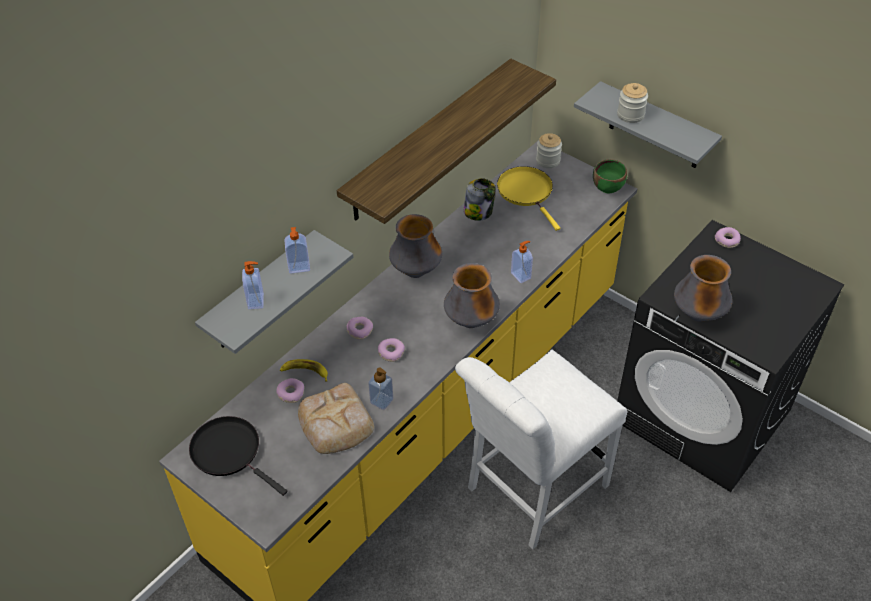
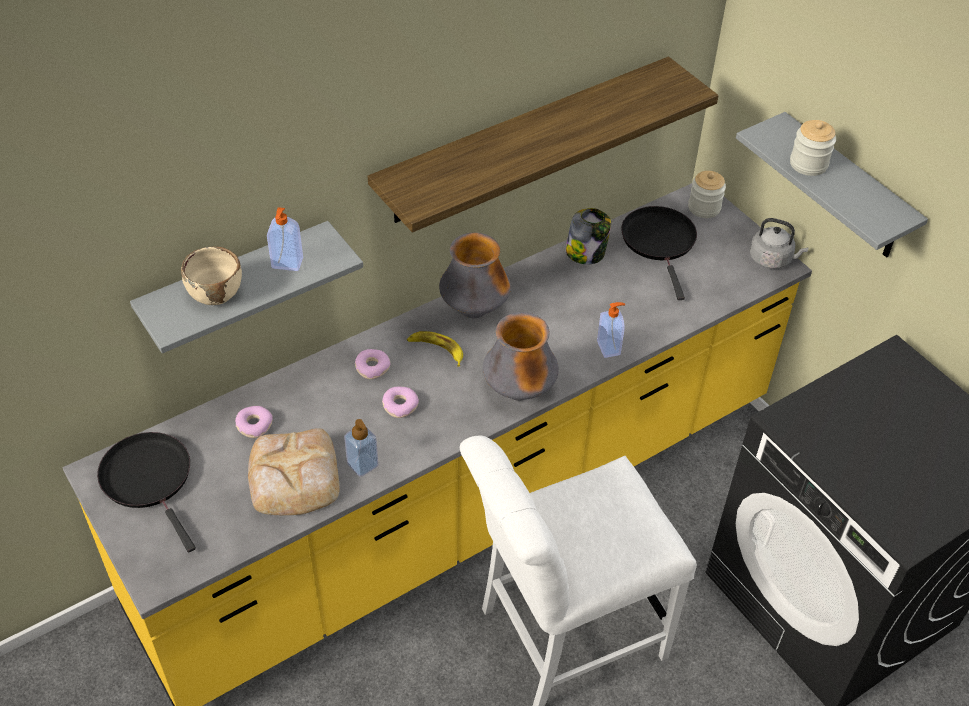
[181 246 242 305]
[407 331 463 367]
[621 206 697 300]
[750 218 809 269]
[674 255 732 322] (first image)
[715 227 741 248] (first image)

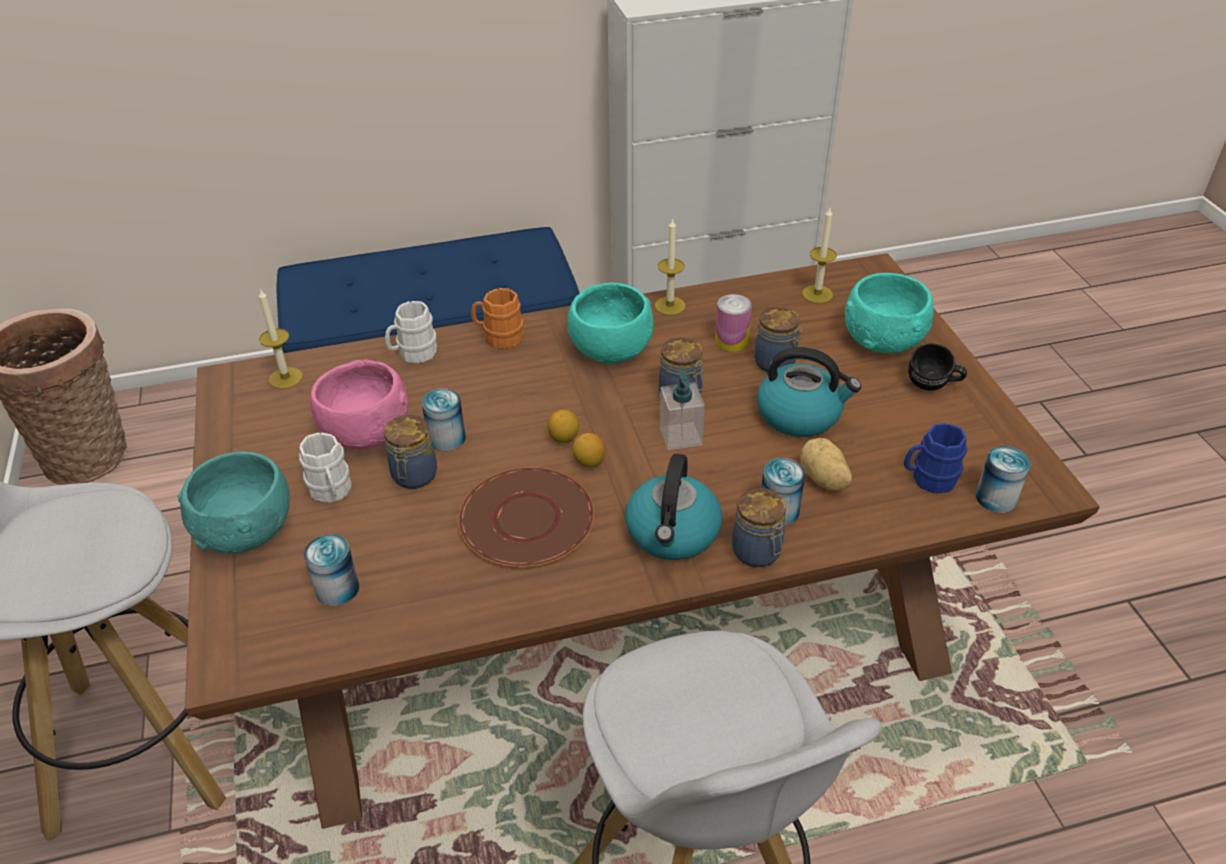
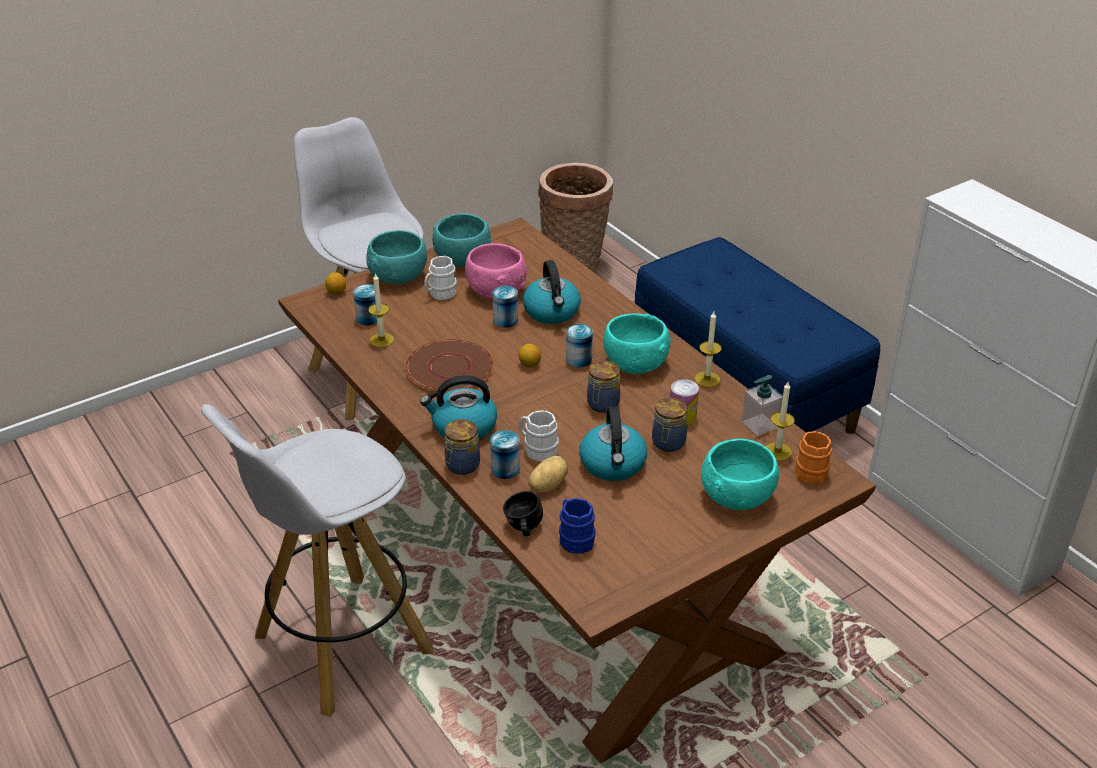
[325 272 346 295]
[368 273 394 347]
[432 213 491 267]
[503 491 543 536]
[519 410 559 462]
[523 260 581 324]
[566 324 593 368]
[742 375 783 436]
[795 431 832 484]
[384 415 437 489] (first image)

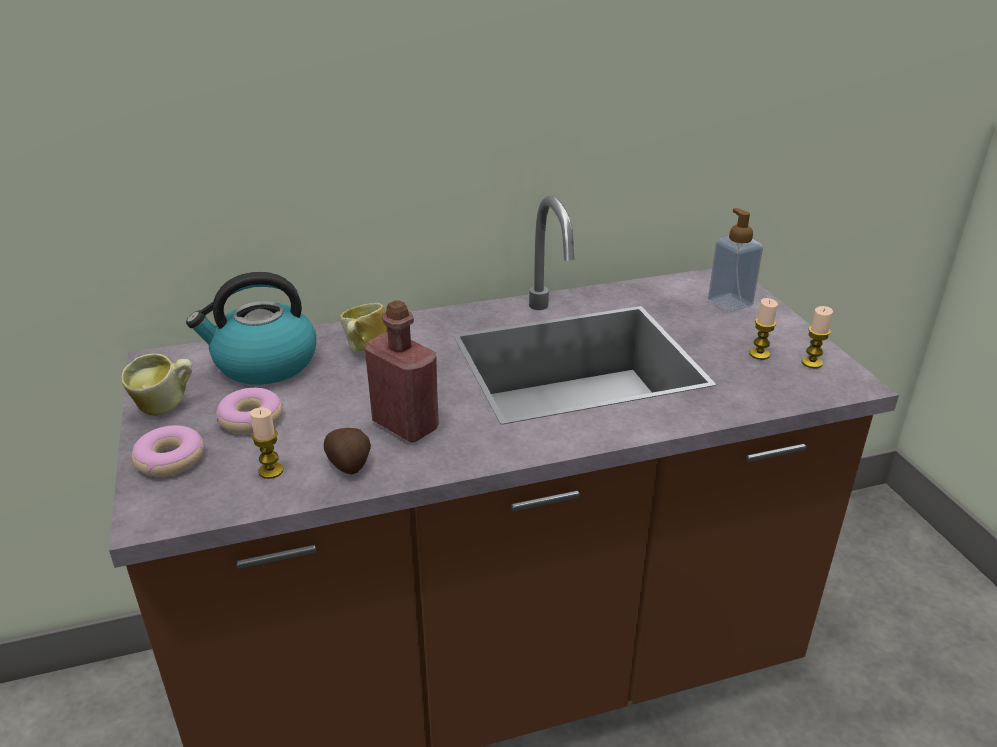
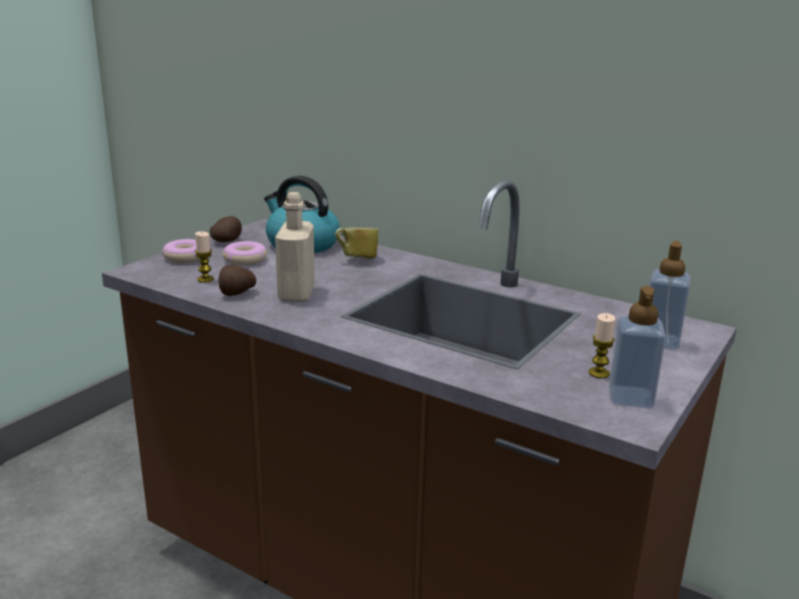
[210 216 242 242]
[275 192 315 302]
[609 286 666 409]

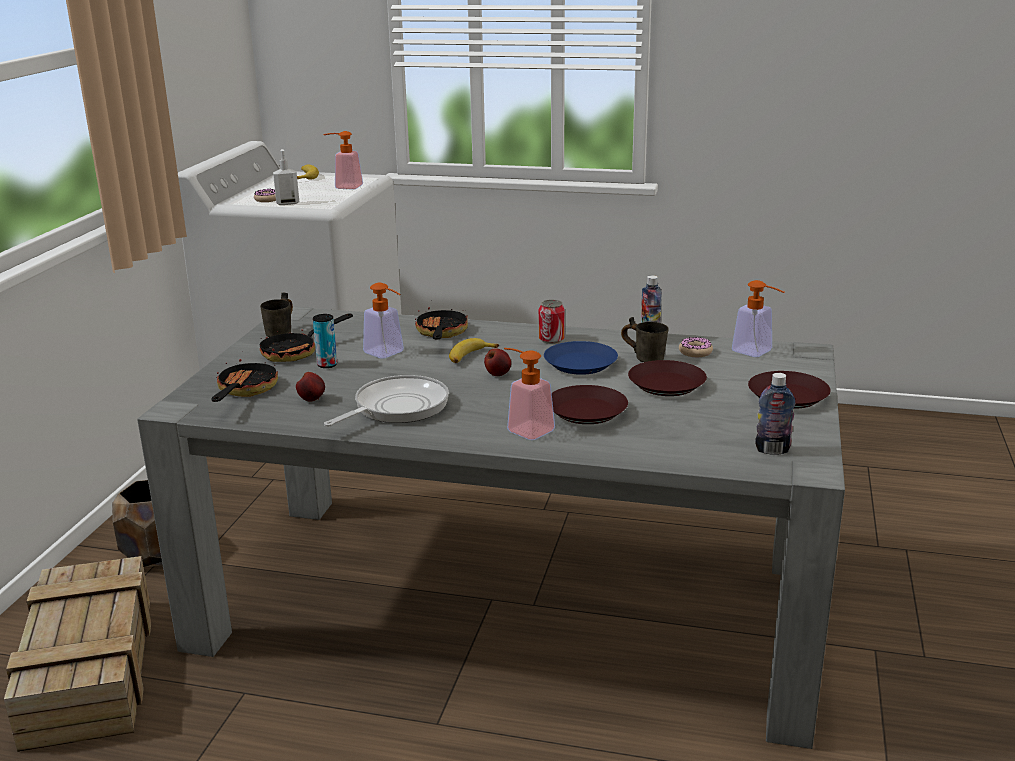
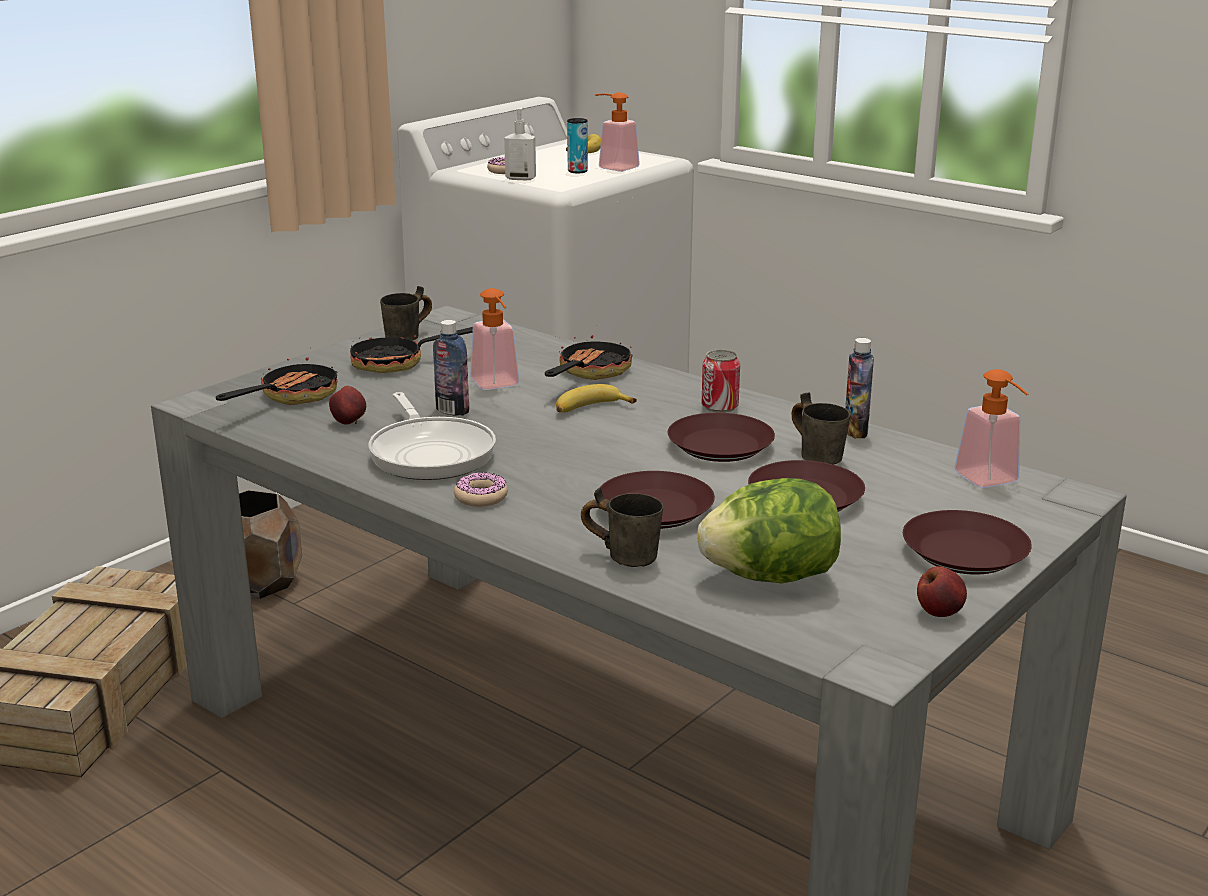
[368 392 496 480]
[433 320 469 416]
[454 472 508 507]
[567 118 588 173]
[581 487 663 567]
[668 413 775 462]
[697 478 841 583]
[917 566 967 617]
[504 348 555 440] (first image)

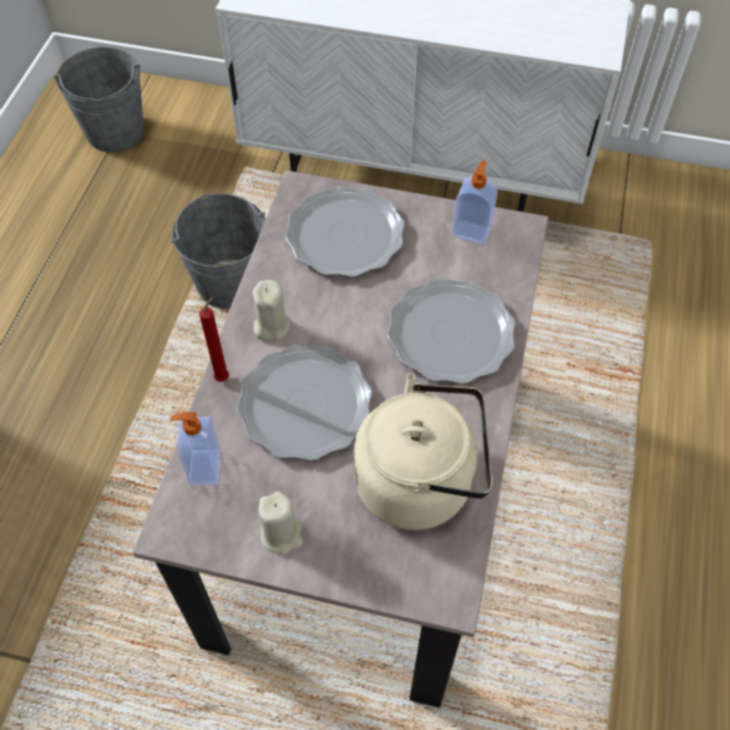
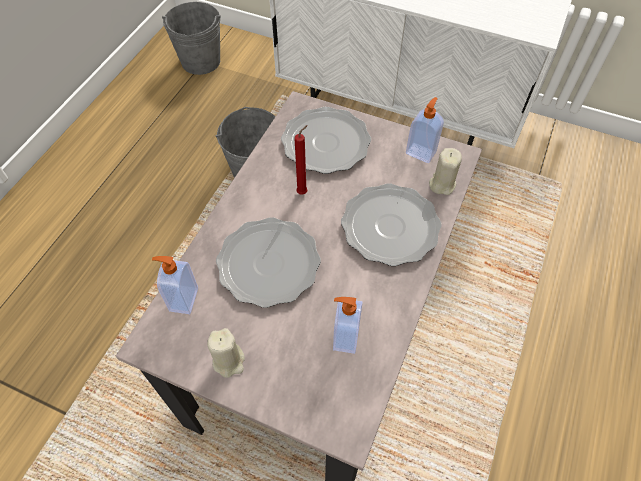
[294 125 308 195]
[333 297 363 354]
[429 148 462 195]

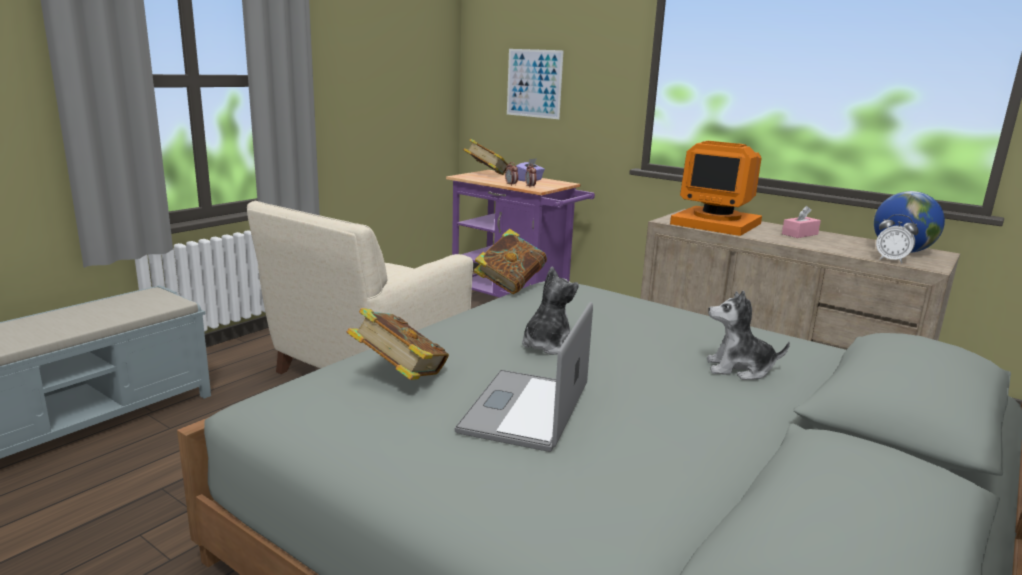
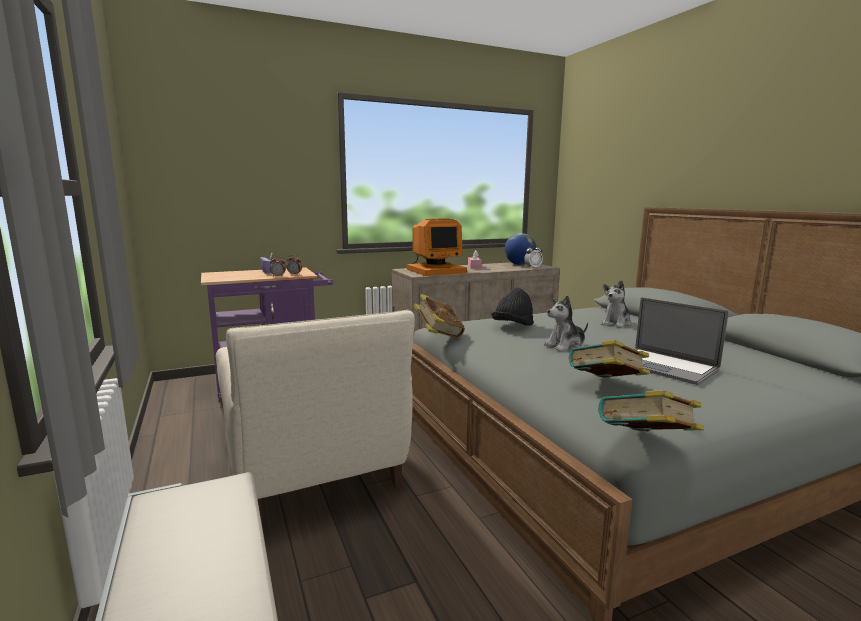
[491 288 534 326]
[544 295 588 351]
[598 390 704 432]
[507 49 564 119] (first image)

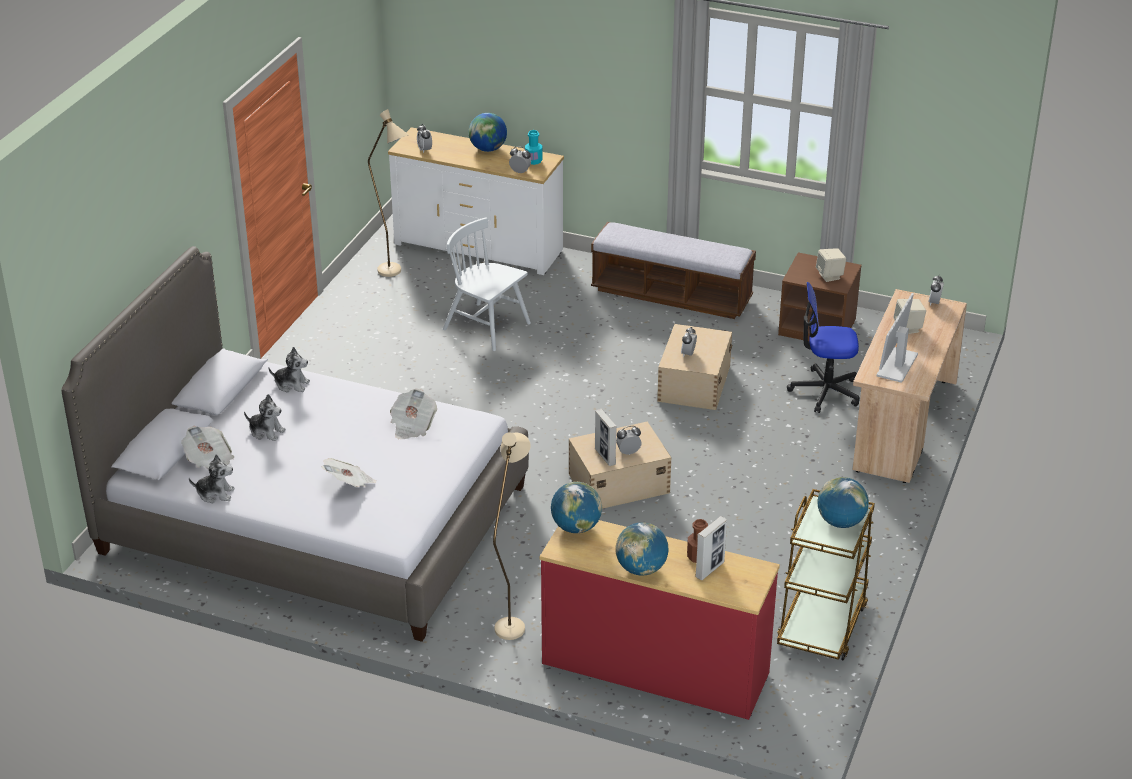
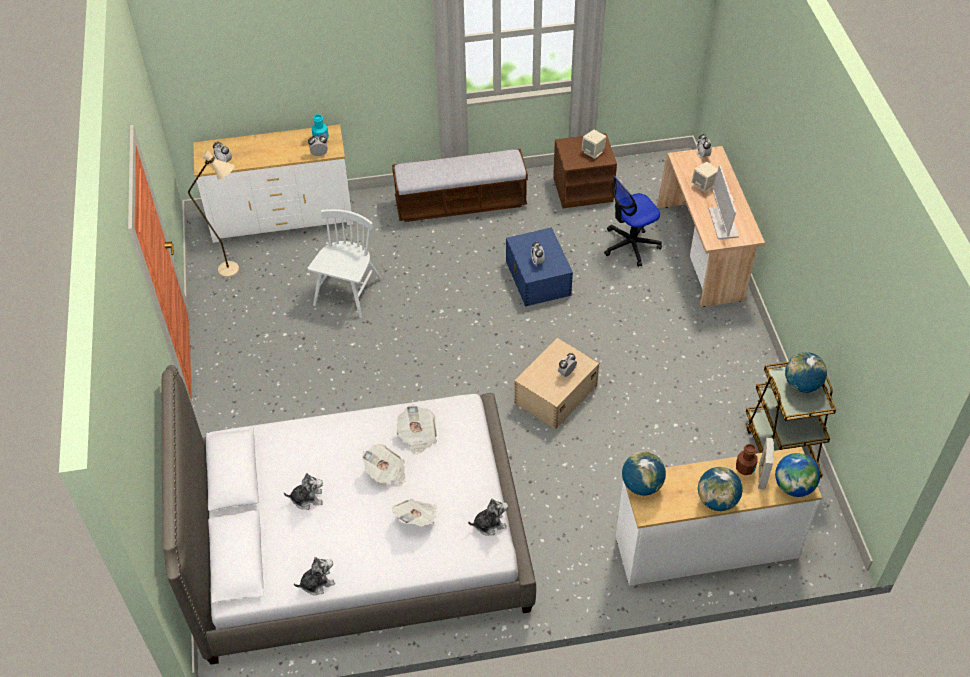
[307 209 382 318]
[362 444 406 485]
[468 498 508 536]
[506 228 573 307]
[616 447 822 586]
[775 453 820 497]
[493 432 531 640] (first image)
[595 409 617 466] (first image)

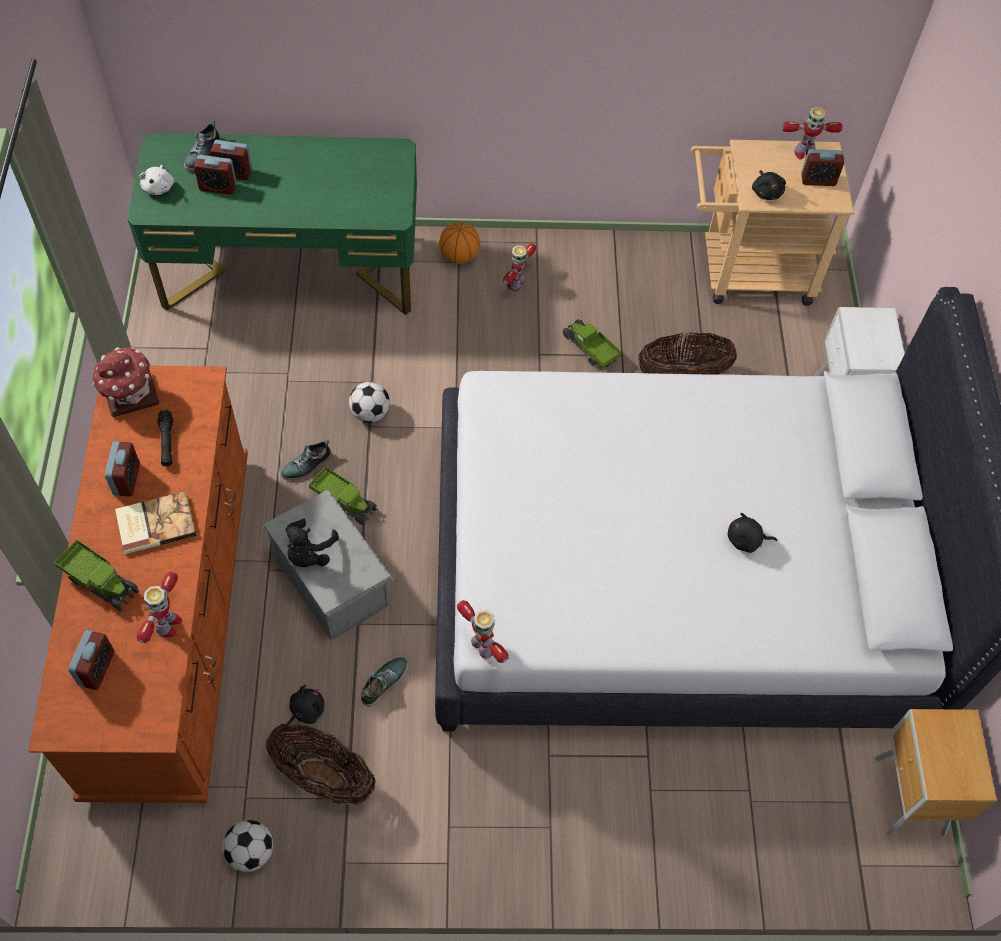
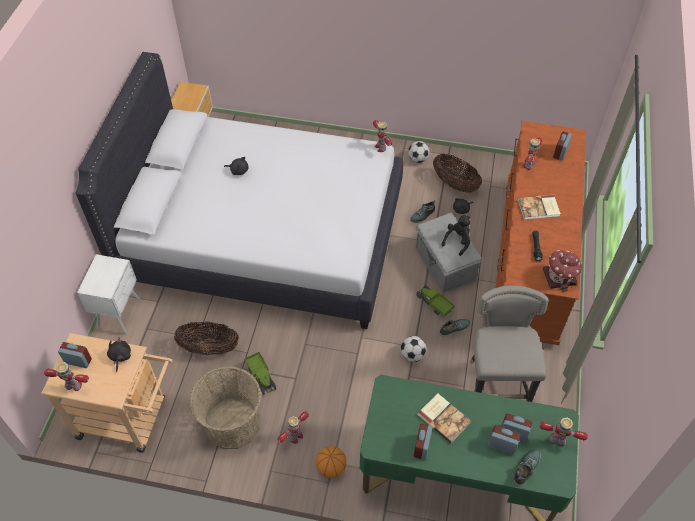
[190 366 261 449]
[408 141 430 163]
[414 424 433 460]
[417 393 471 444]
[470 285 549 402]
[539 417 588 446]
[54 539 140 611] (first image)

